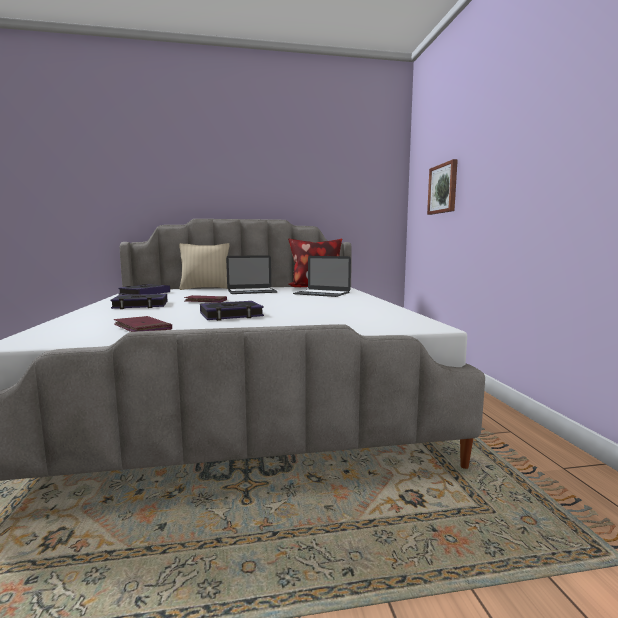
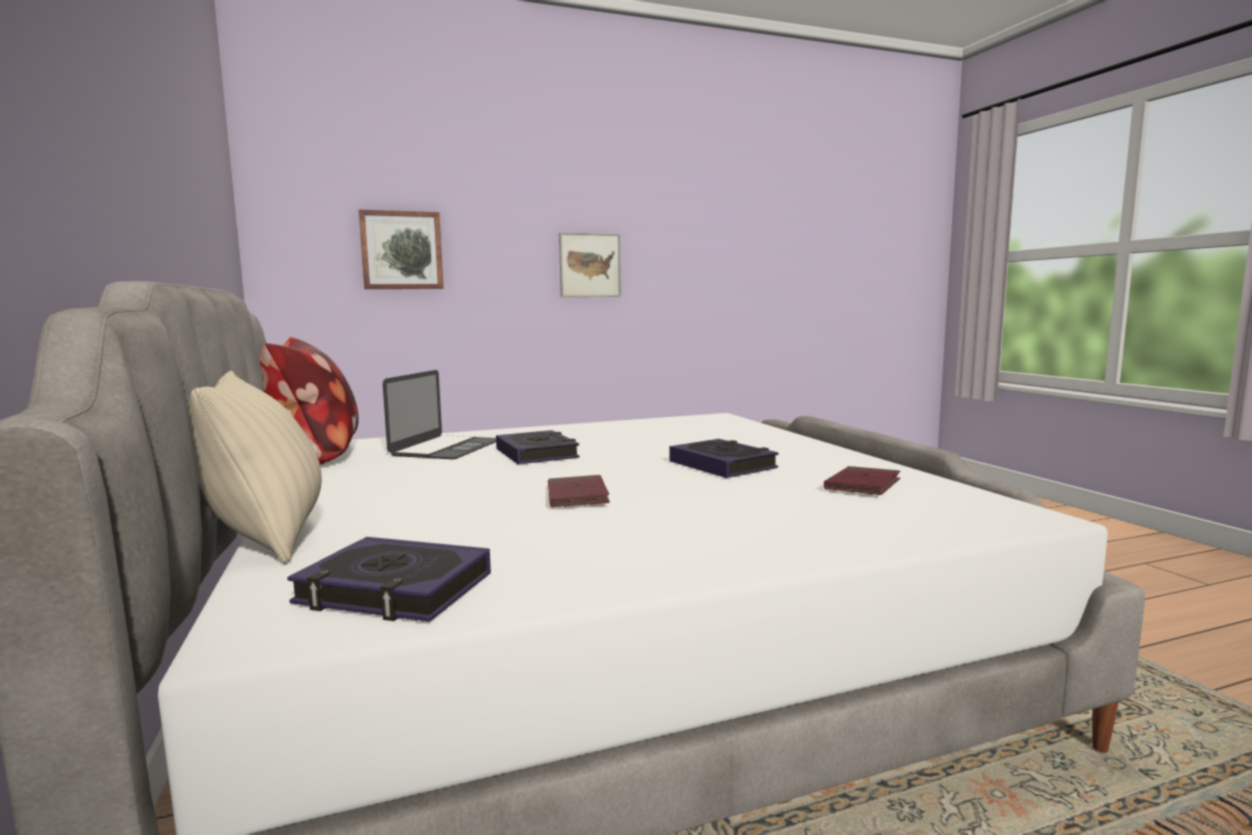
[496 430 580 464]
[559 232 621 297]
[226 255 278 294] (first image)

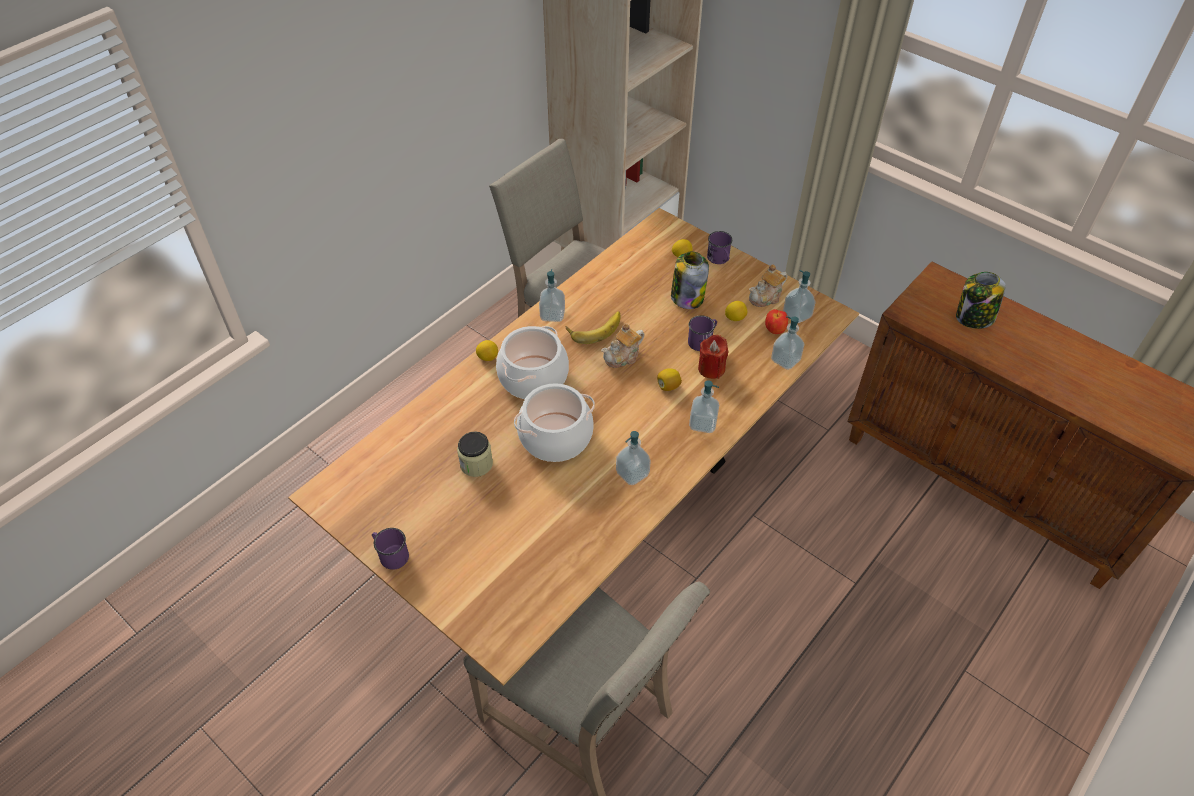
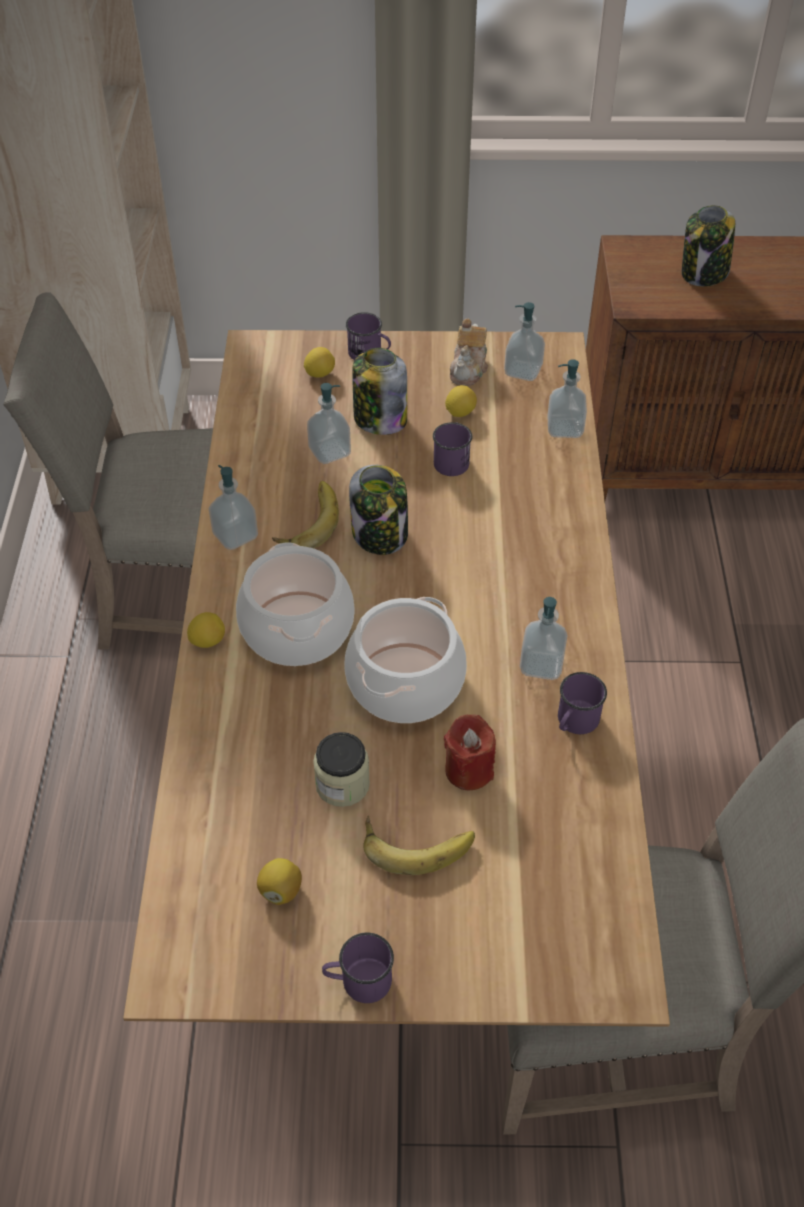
[257 858 302 905]
[307 383 351 464]
[349 465 408 555]
[363 815 475 875]
[444 715 496 790]
[558 672 607 734]
[765 309 788 334] (first image)

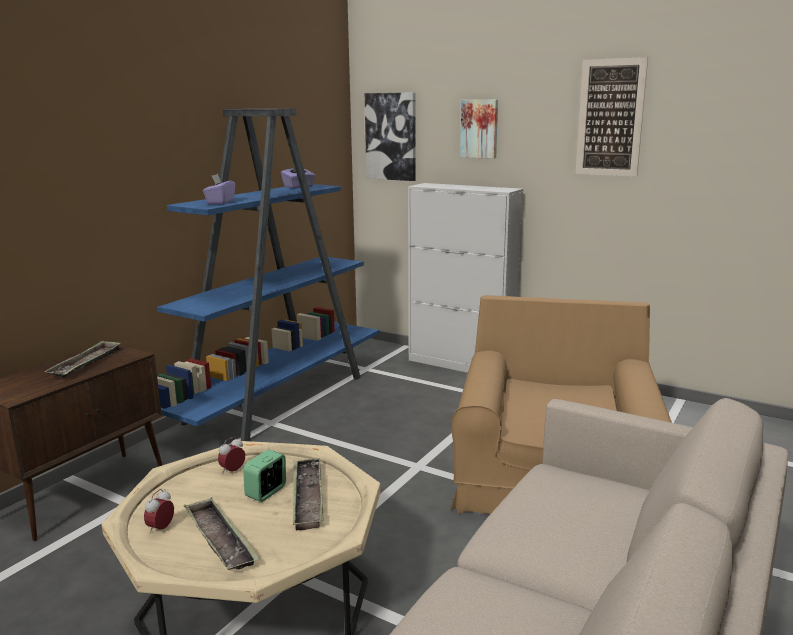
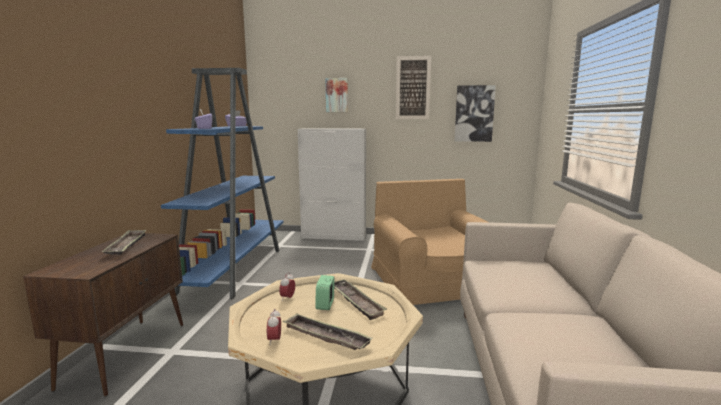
[454 85 496 142]

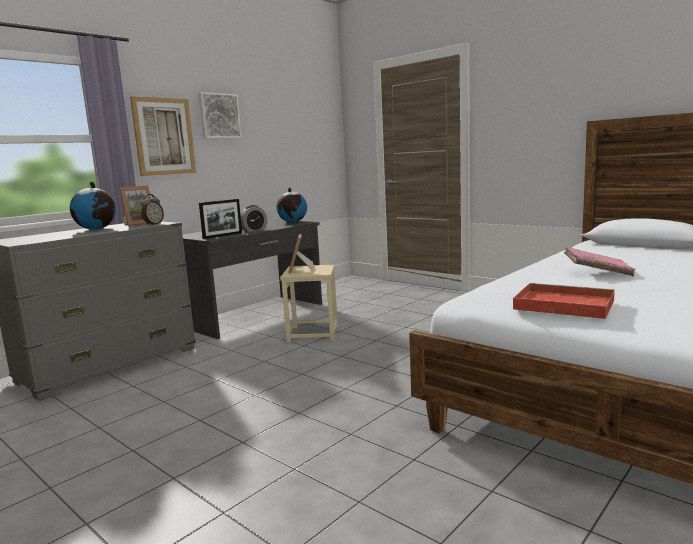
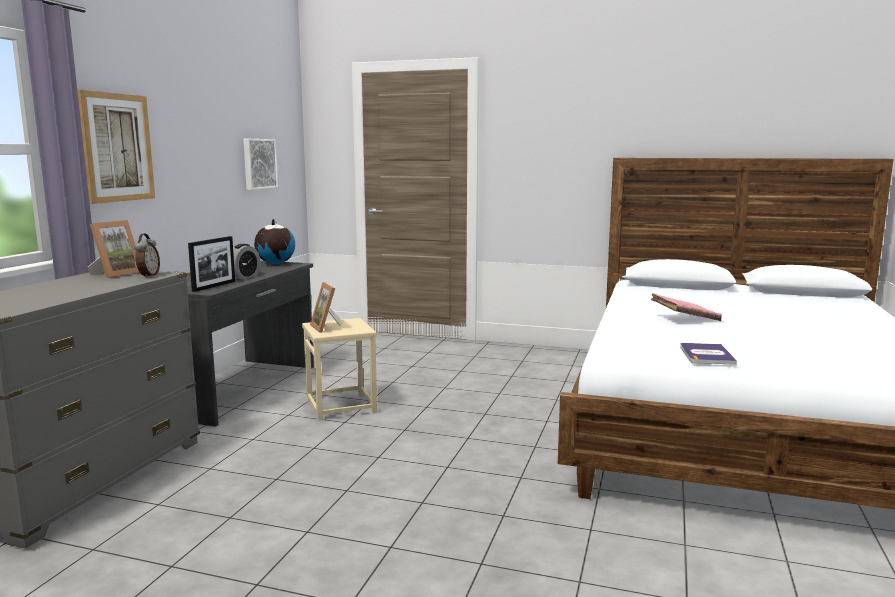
[243 139 278 190]
[680 343 737 365]
[70 182 116 230] (first image)

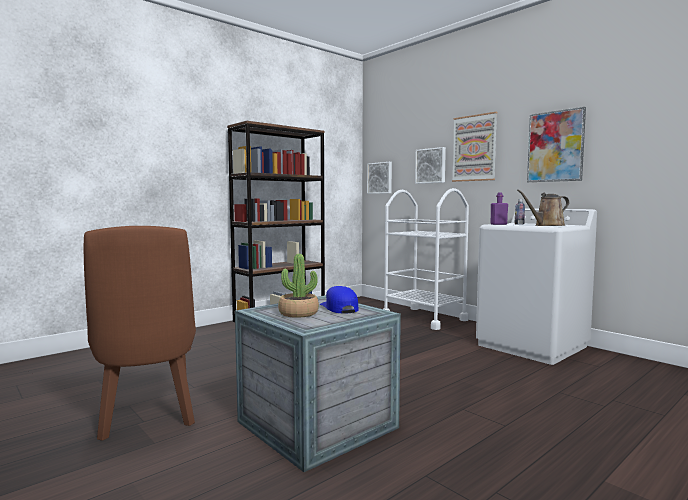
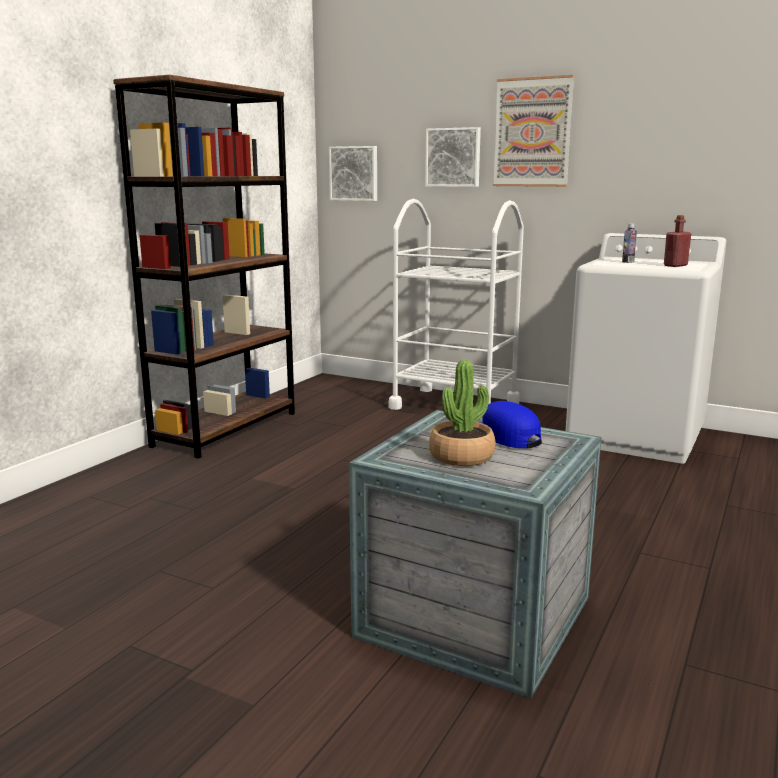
[664 215 691 267]
[84 226 196 441] (first image)
[490 192 508 225] (first image)
[527 107 586 182] (first image)

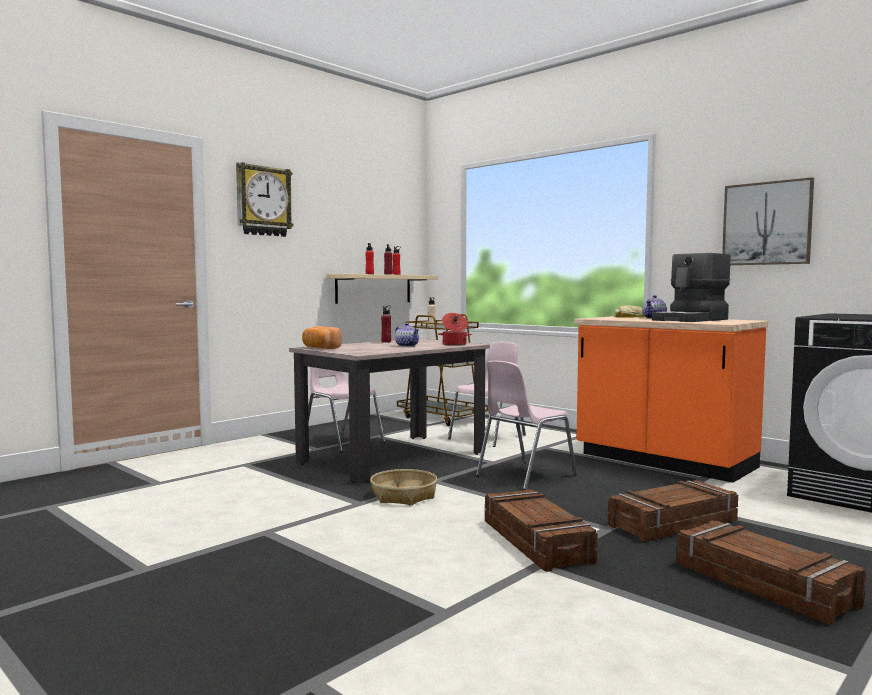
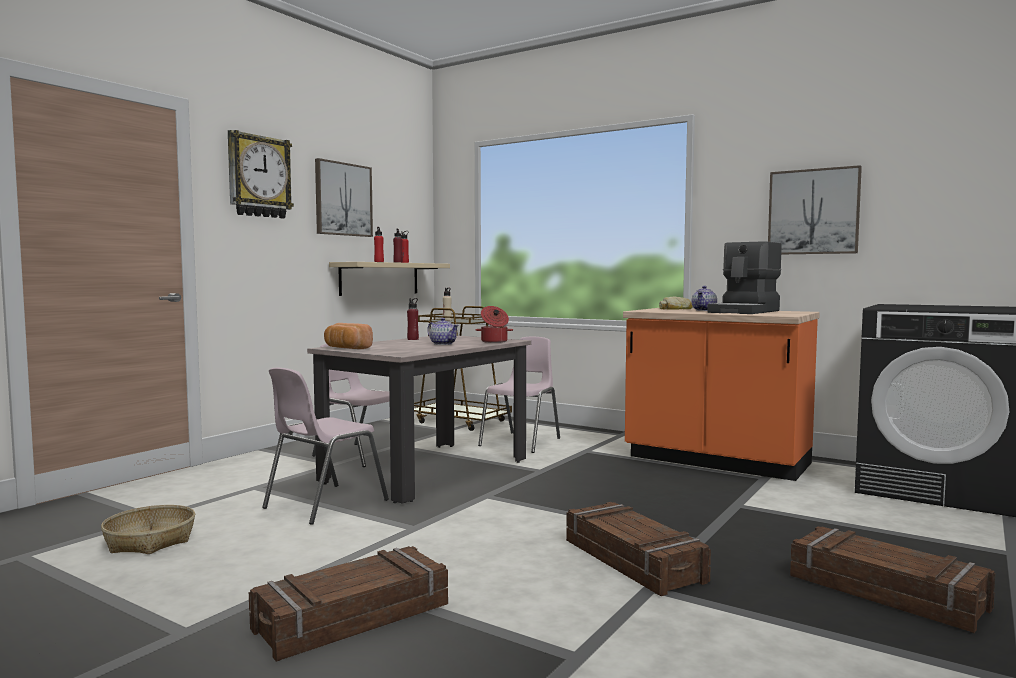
[101 505 195 554]
[249 546 448 662]
[262 368 389 525]
[315 158 373 237]

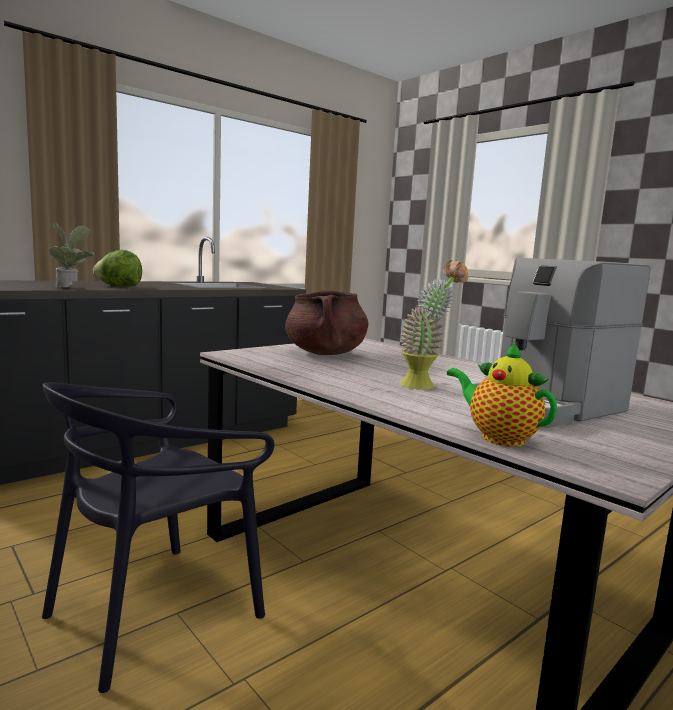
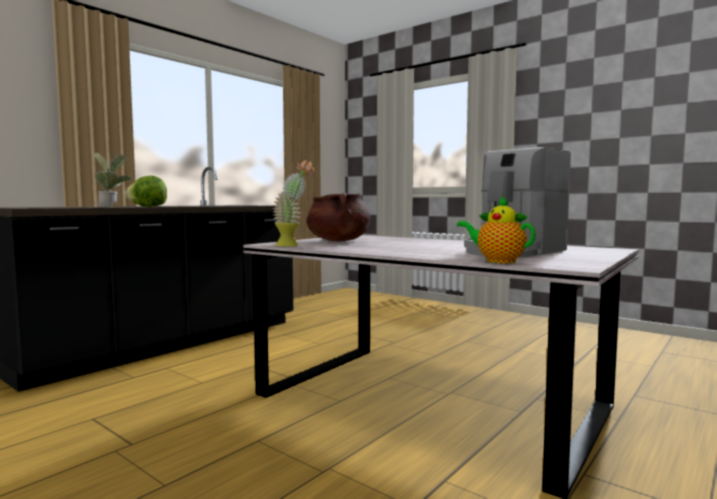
[272 160 314 247]
[42 382 275 693] (first image)

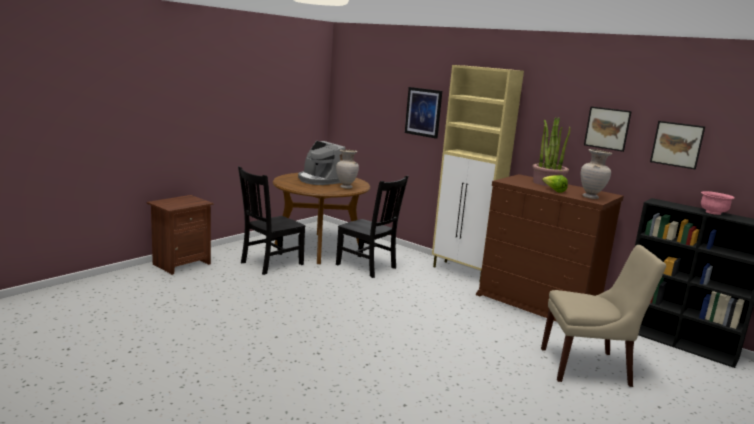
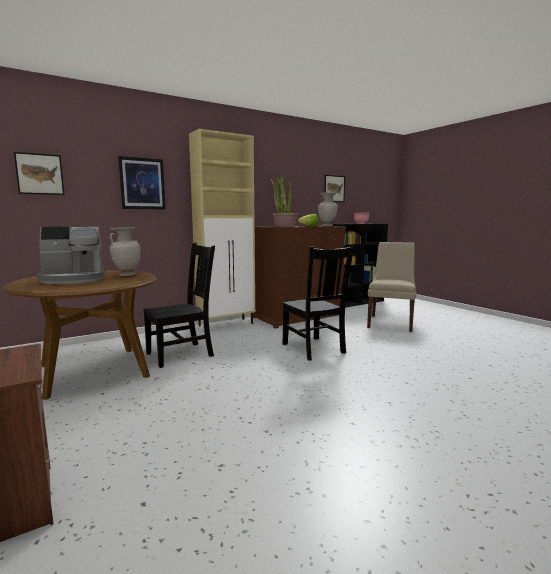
[14 152 64 195]
[282 245 354 361]

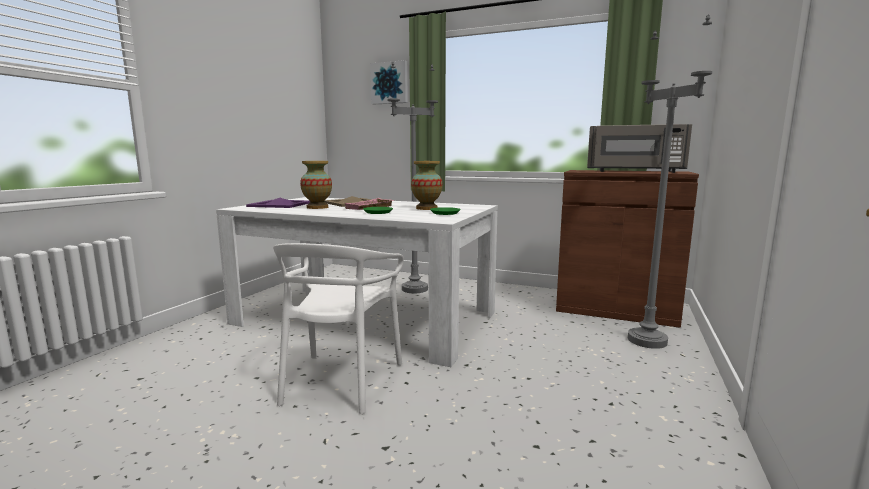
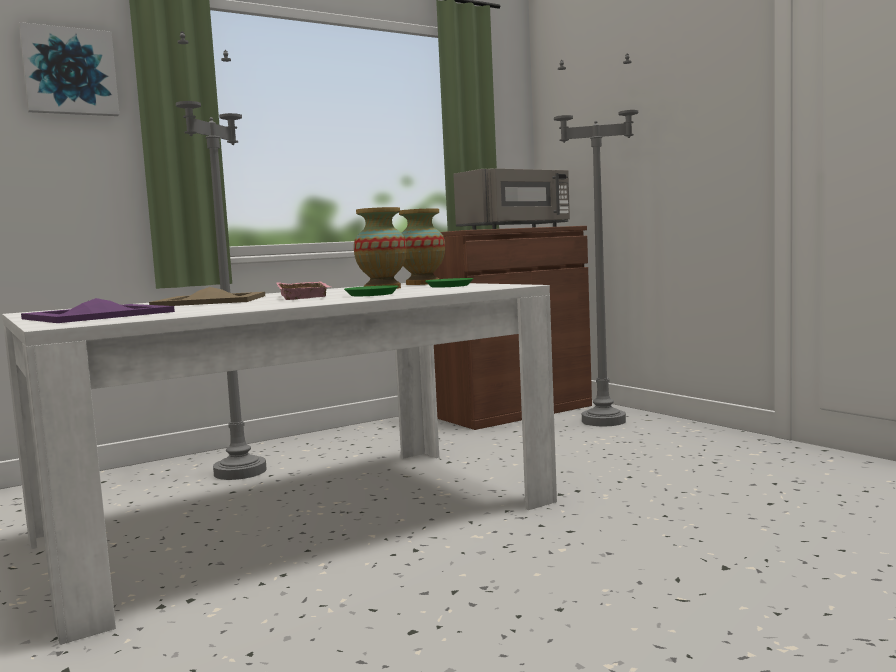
[399 208 445 285]
[273 243 404 414] (first image)

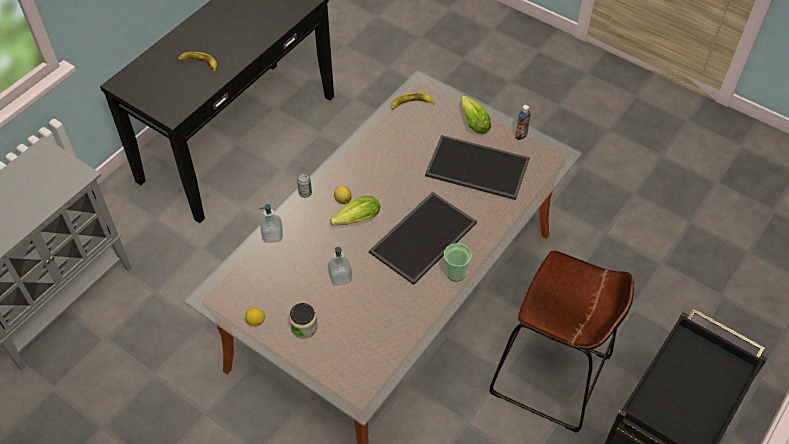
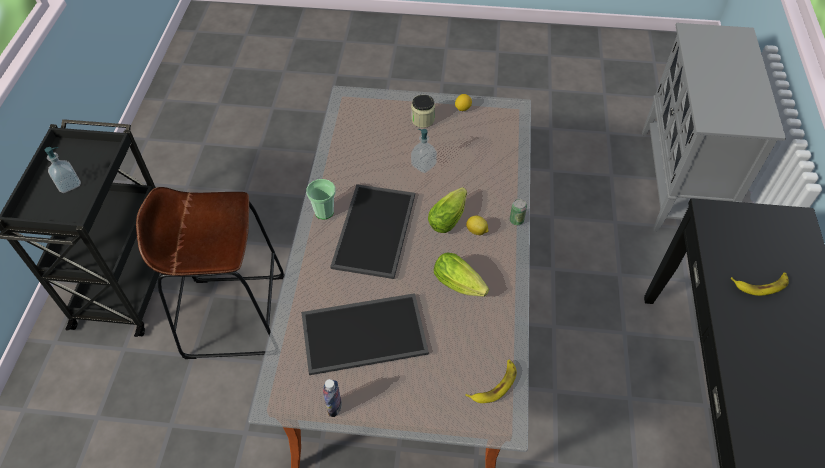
[45 147 81 193]
[434 253 489 296]

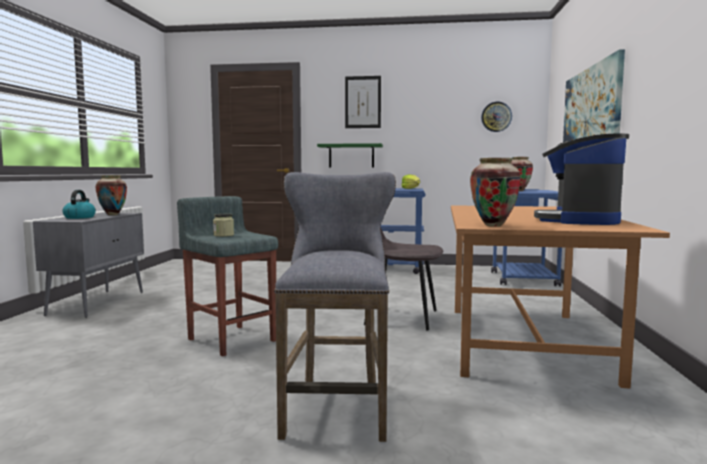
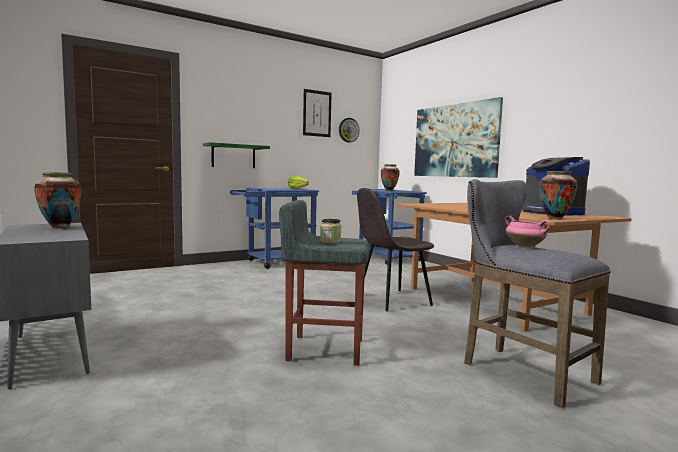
[303 89 332 137]
[505 216 551 247]
[62 190 96 219] (first image)

